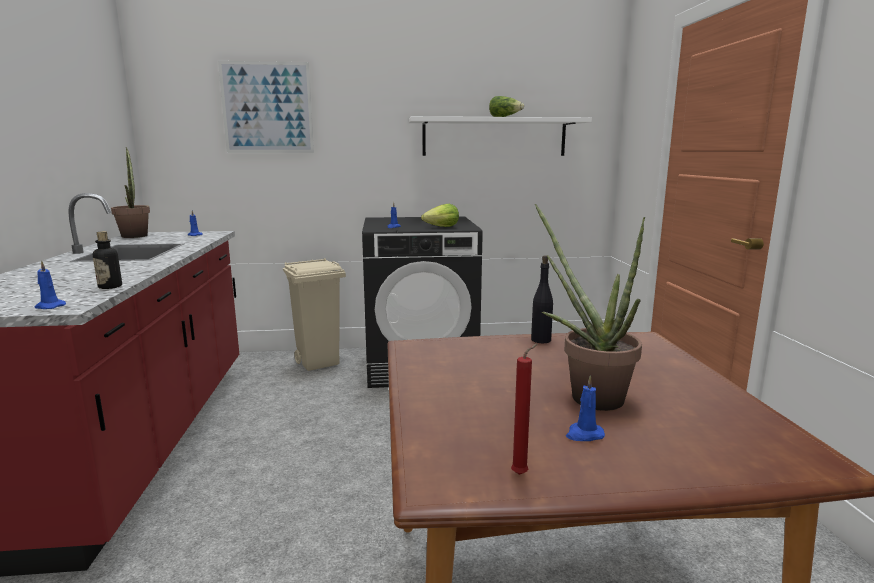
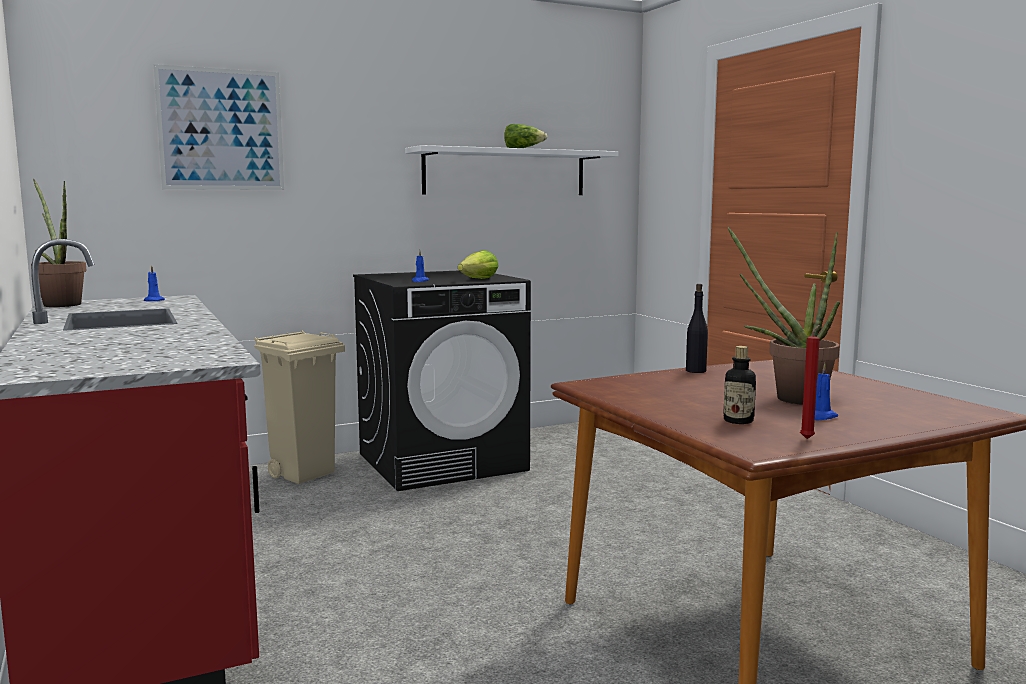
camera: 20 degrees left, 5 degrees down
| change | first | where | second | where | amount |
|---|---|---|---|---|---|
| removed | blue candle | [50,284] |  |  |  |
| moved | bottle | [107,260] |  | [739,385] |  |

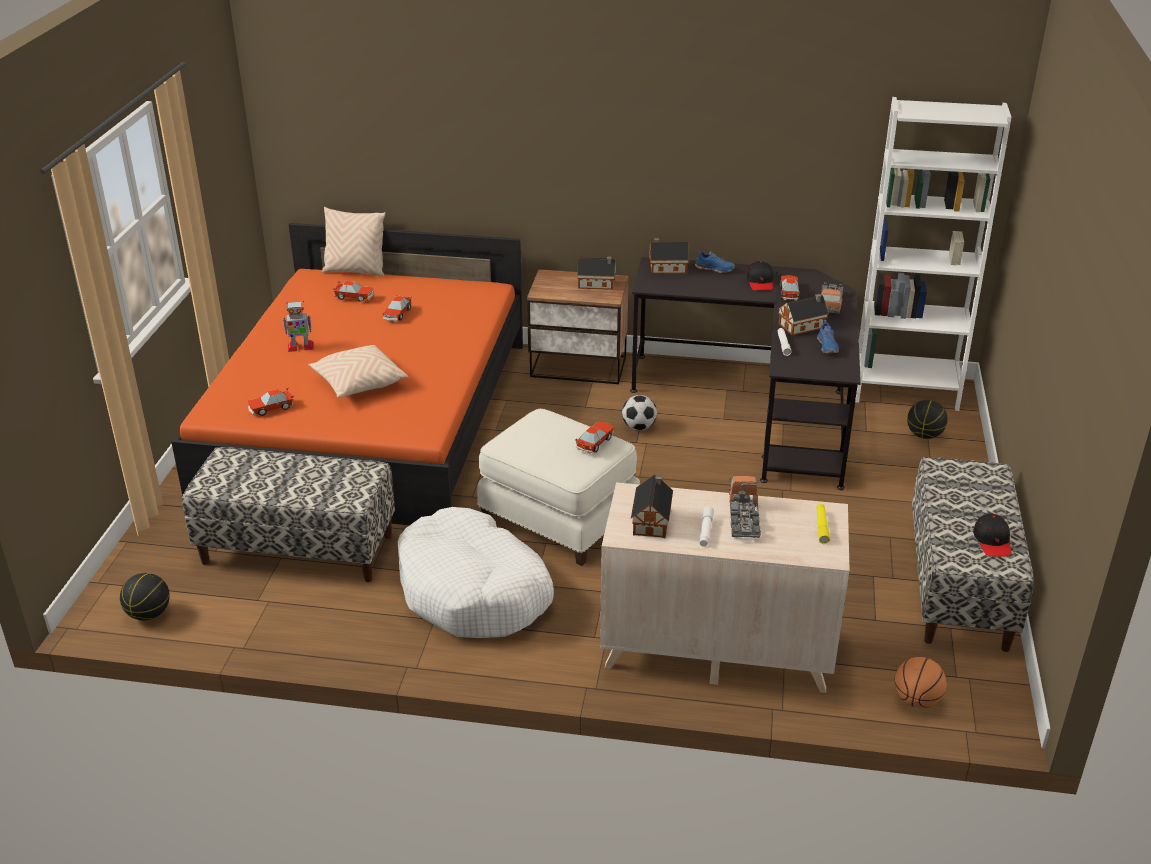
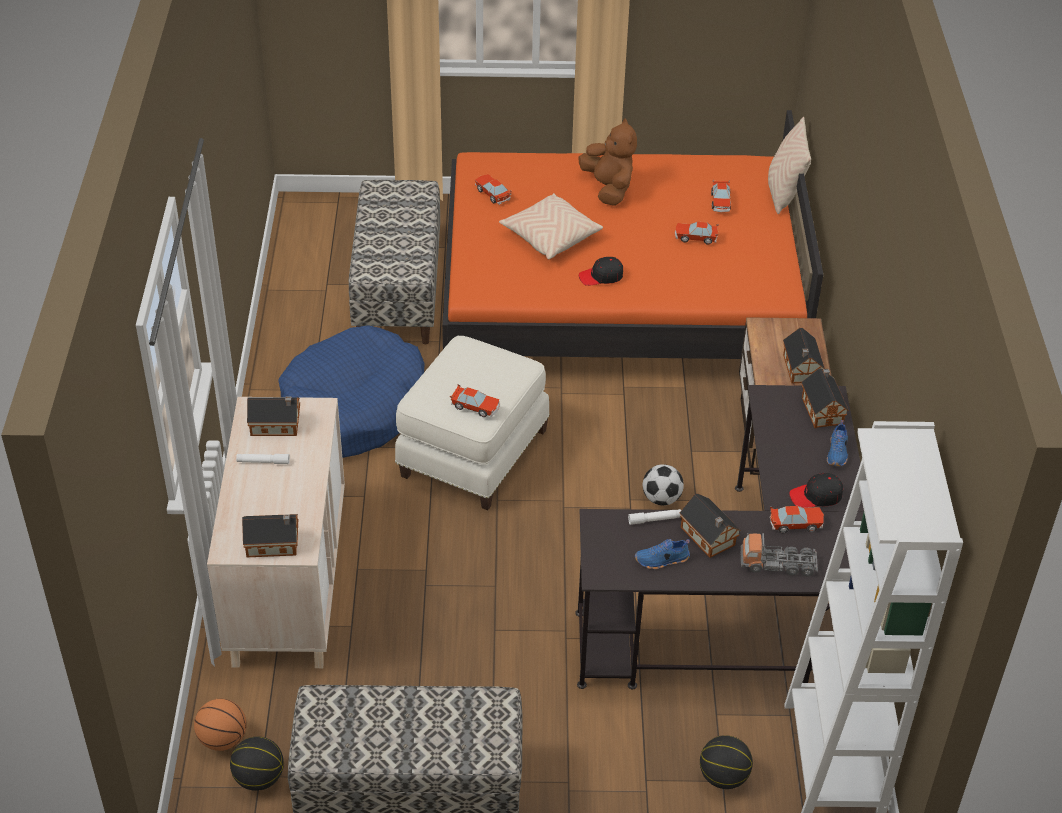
camera: 80 degrees right, 10 degrees up
| change | first | where | second | where | amount |
|---|---|---|---|---|---|
| moved | basketball | [145,597] |  | [257,764] |  |
| replaced | toy robot | [298,326] | brown plush toy | [608,162] |  |
| recoloured | white dog bed | [476,572] | blue dog bed | [351,391] |  |
| removed | toy truck | [745,507] |  |  |  |
| replaced | yellow flashlight | [823,524] | toy house | [270,535] |  |
| moved | black cap | [992,535] |  | [601,271] |  |

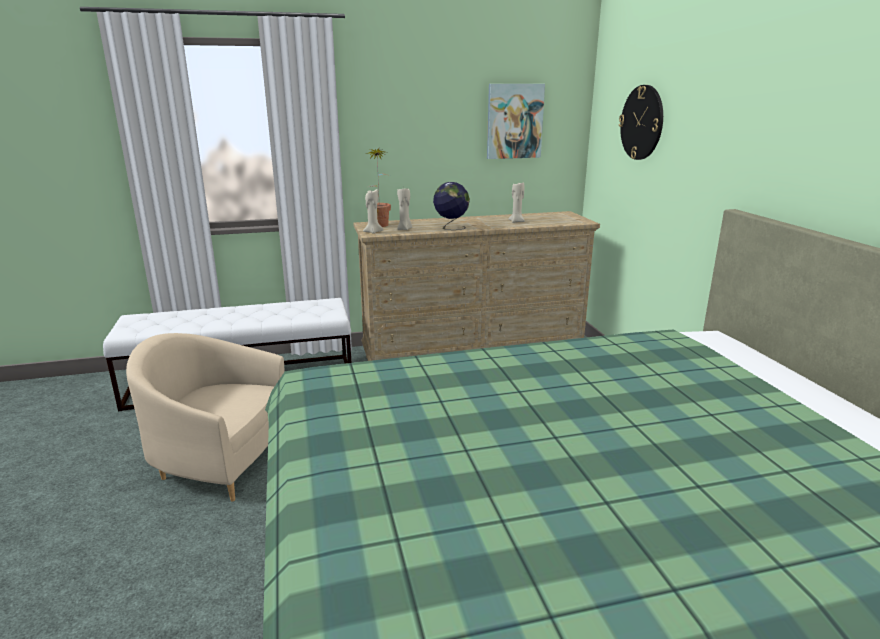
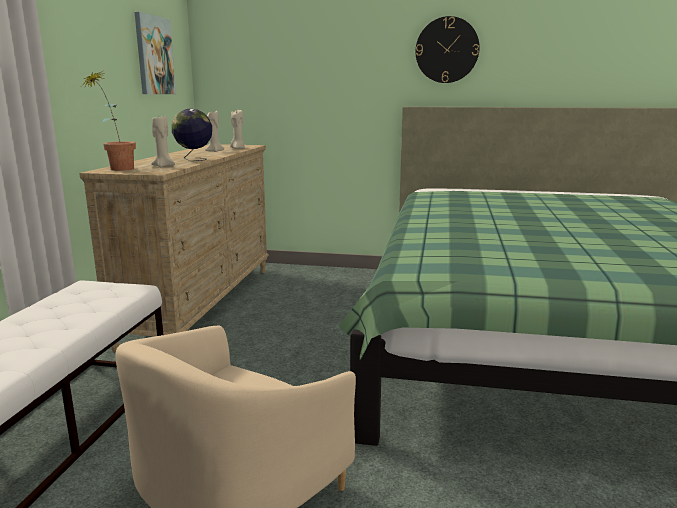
camera: 65 degrees left, 5 degrees down
| change | first | where | second | where | amount |
|---|---|---|---|---|---|
| moved | beige candle | [373,211] |  | [237,129] |  |
| moved | wall clock | [641,122] |  | [447,49] |  |

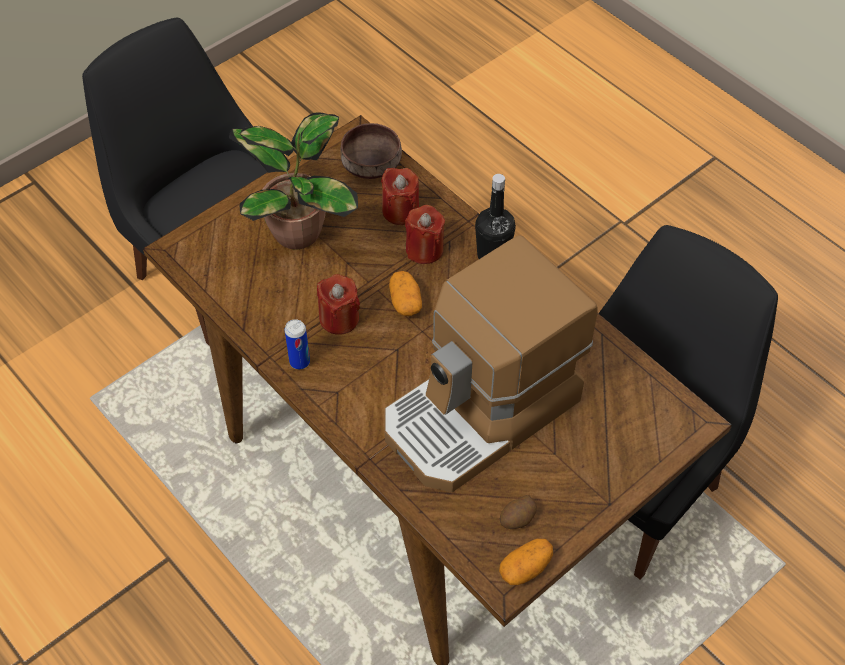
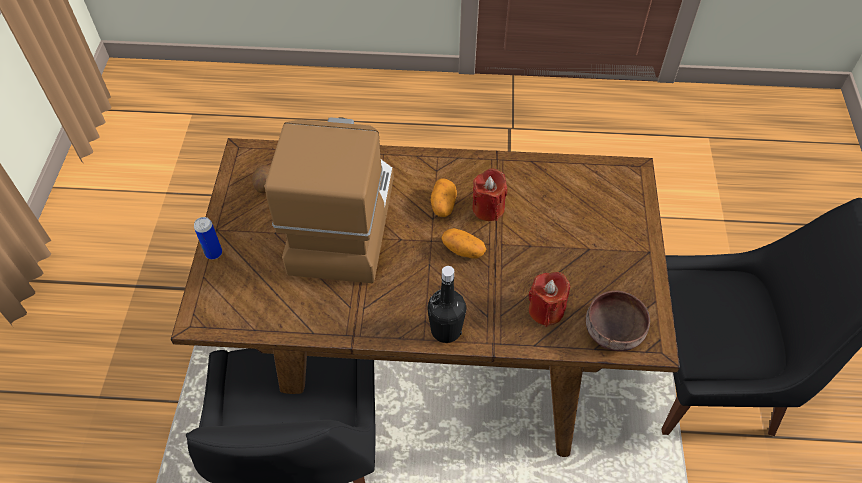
camera: 135 degrees right, 0 degrees up
| change | first | where | second | where | amount |
|---|---|---|---|---|---|
| removed | potted plant | [293,181] |  |  |  |
| moved | can | [297,344] |  | [208,238] |  |
| removed | red candle | [425,234] |  |  |  |
| moved | potato | [526,561] |  | [444,197] |  |

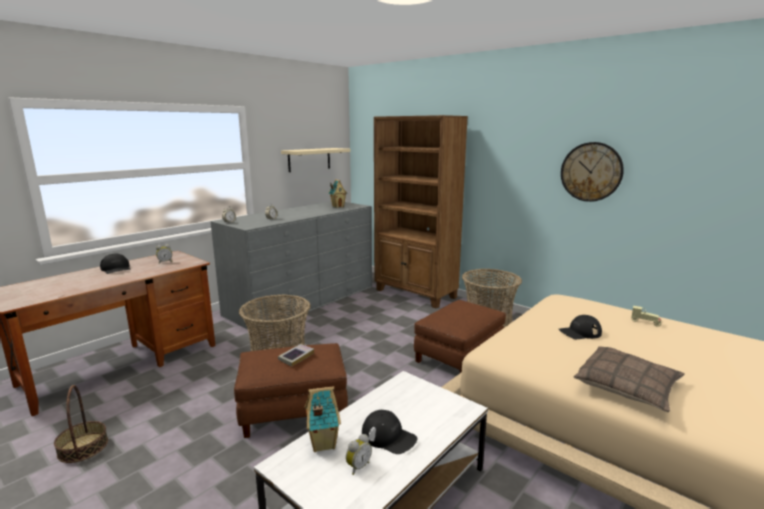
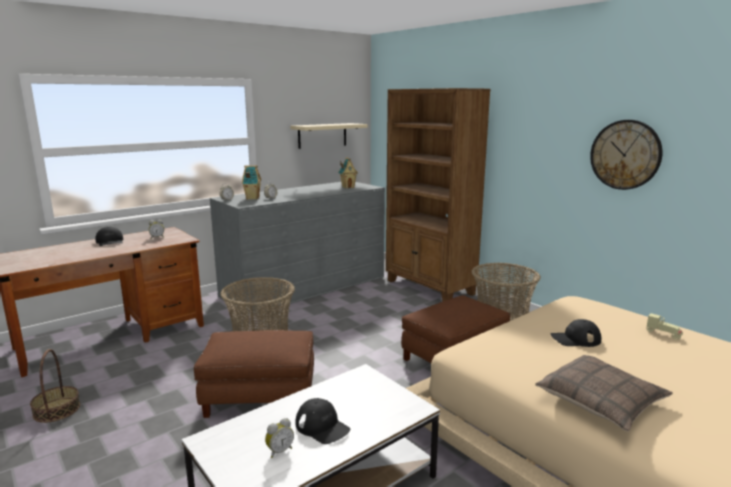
camera: 10 degrees right, 0 degrees up
| change | first | where | second | where | amount |
|---|---|---|---|---|---|
| removed | book | [296,355] |  |  |  |
| moved | toy house | [323,419] |  | [251,182] |  |

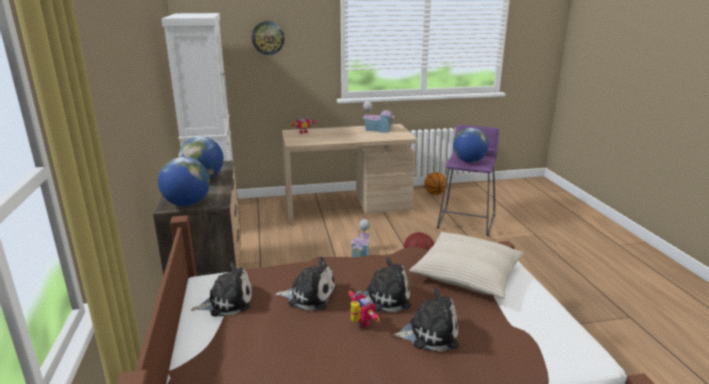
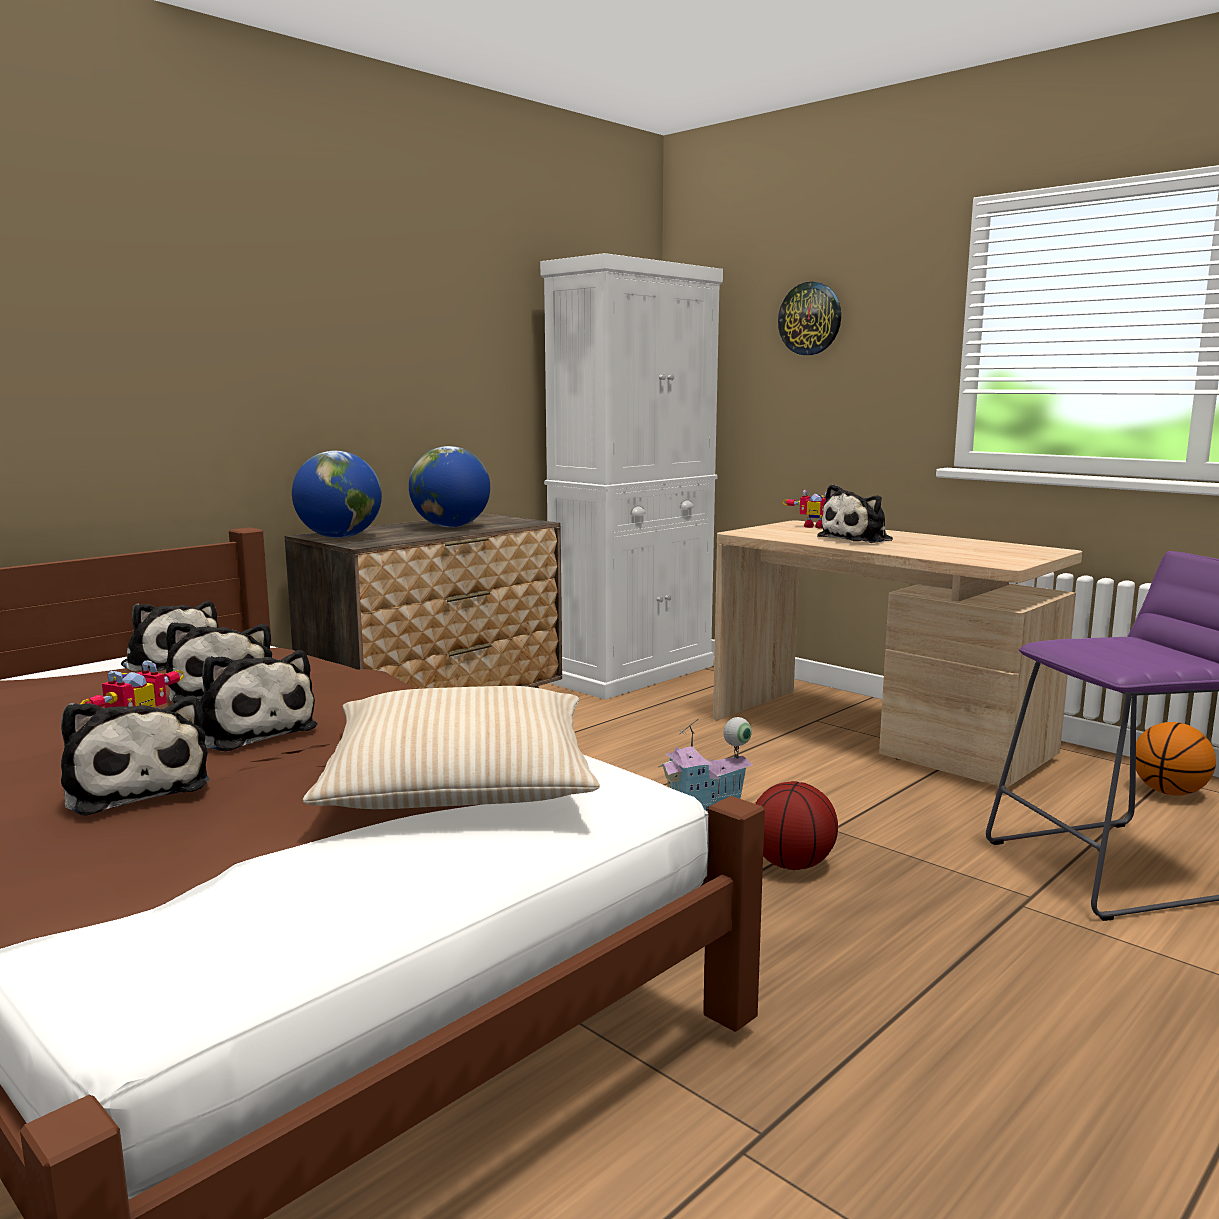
camera: 55 degrees right, 10 degrees down
| change | first | where | second | where | amount |
|---|---|---|---|---|---|
| removed | toy house | [378,116] |  |  |  |
| removed | globe | [471,145] |  |  |  |
| added |  |  | plush toy | [855,513] |  |

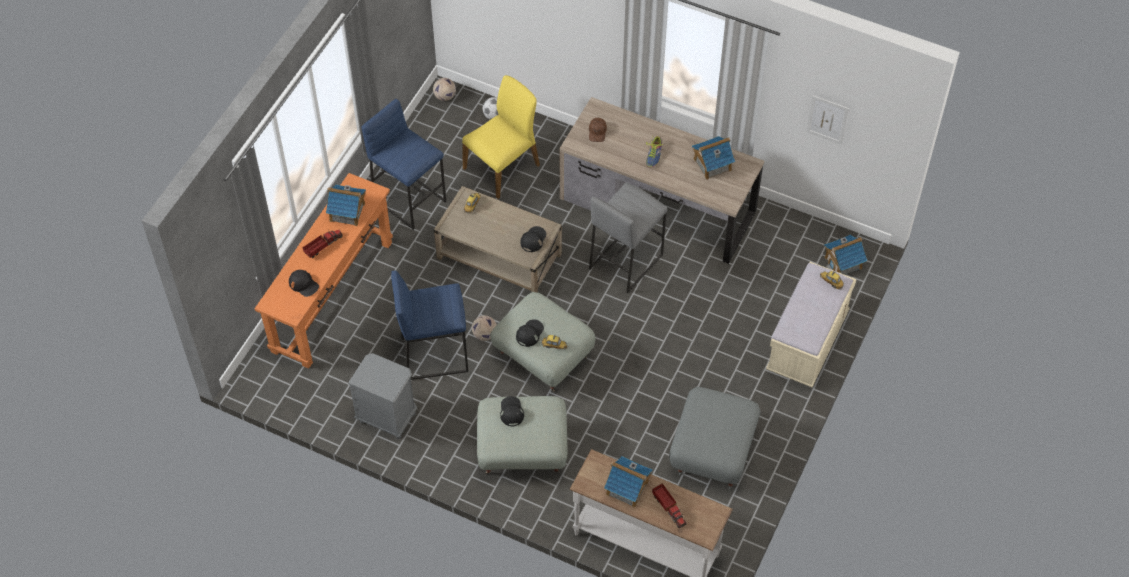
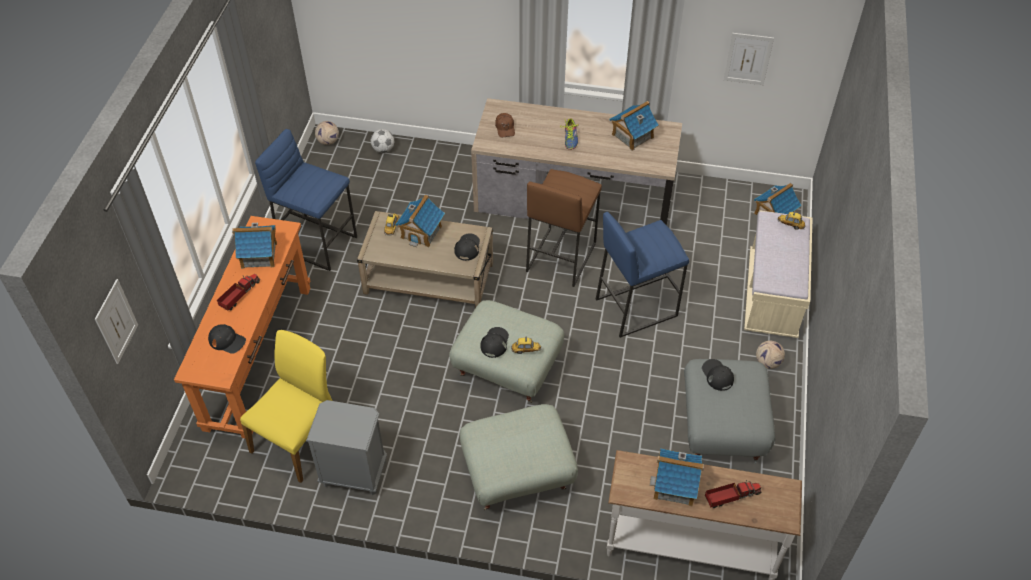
camera: 15 degrees left, 5 degrees down
| change | first | where | second | where | amount |
|---|---|---|---|---|---|
| moved | blue stool | [429,325] |  | [642,275] |  |
| moved | yellow chair | [501,137] |  | [286,406] |  |
| moved | football | [484,328] |  | [770,355] |  |
| moved | black cap | [512,411] |  | [718,375] |  |
| recoloured | grey stool | [628,237] | brown stool | [564,228] |  |
| turned | toy truck | [669,505] |  | [733,494] | 60 degrees counterclockwise |
| added |  |  | picture | [116,321] |  |
| added |  |  | toy house | [420,220] |  |

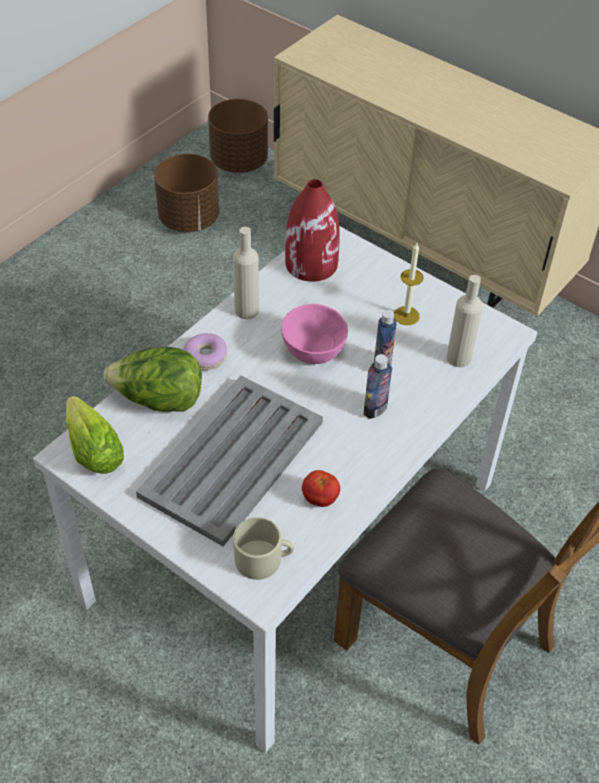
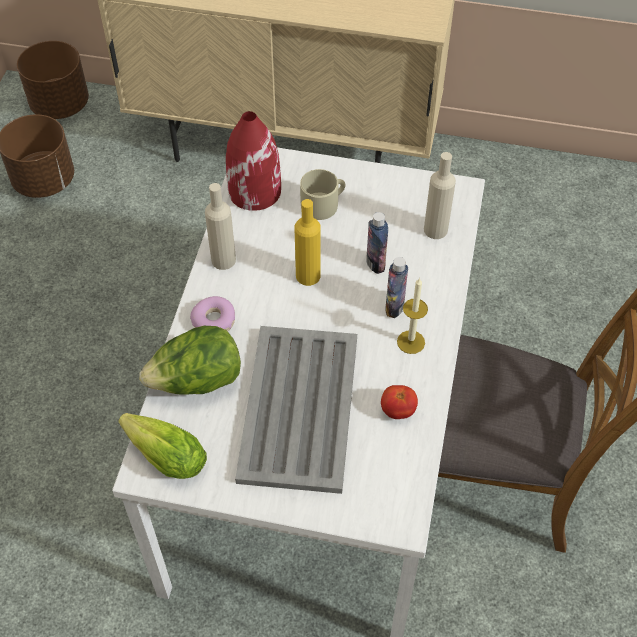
camera: 25 degrees left, 5 degrees up
| change | first | where | second | where | amount |
|---|---|---|---|---|---|
| moved | beige mug | [263,548] |  | [323,194] |  |
| replaced | pink bowl | [314,334] | yellow bottle | [308,242] |  |
| moved | candle | [409,284] |  | [412,316] |  |

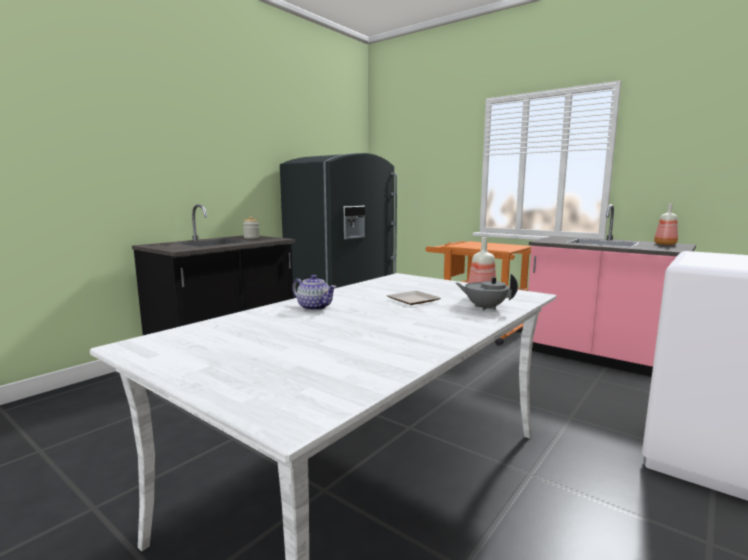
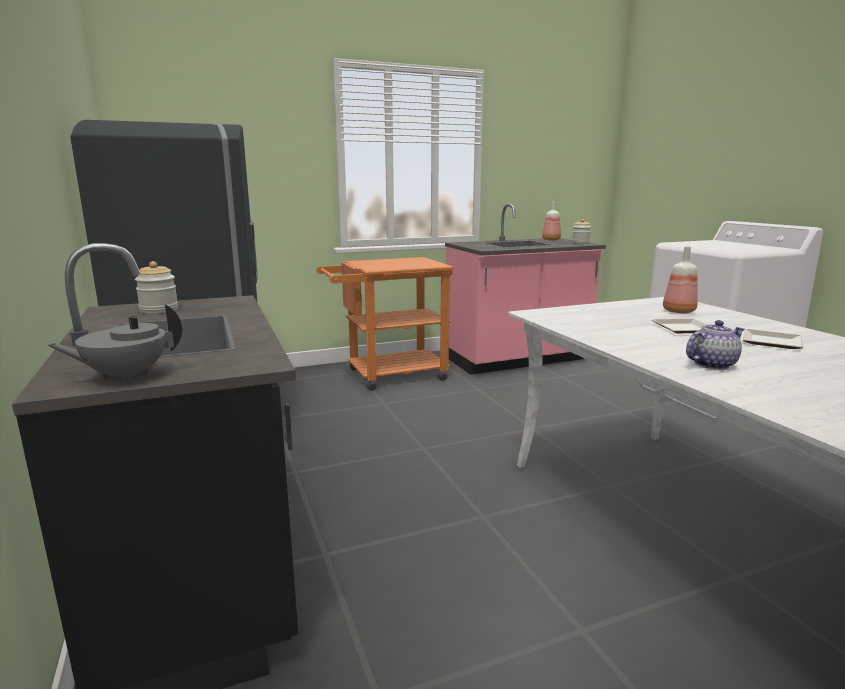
camera: 60 degrees left, 5 degrees up
| change | first | where | second | where | amount |
|---|---|---|---|---|---|
| moved | grey teapot | [487,292] |  | [114,343] |  |
| added |  |  | jar | [581,231] |  |
| added |  |  | plate | [773,339] |  |

